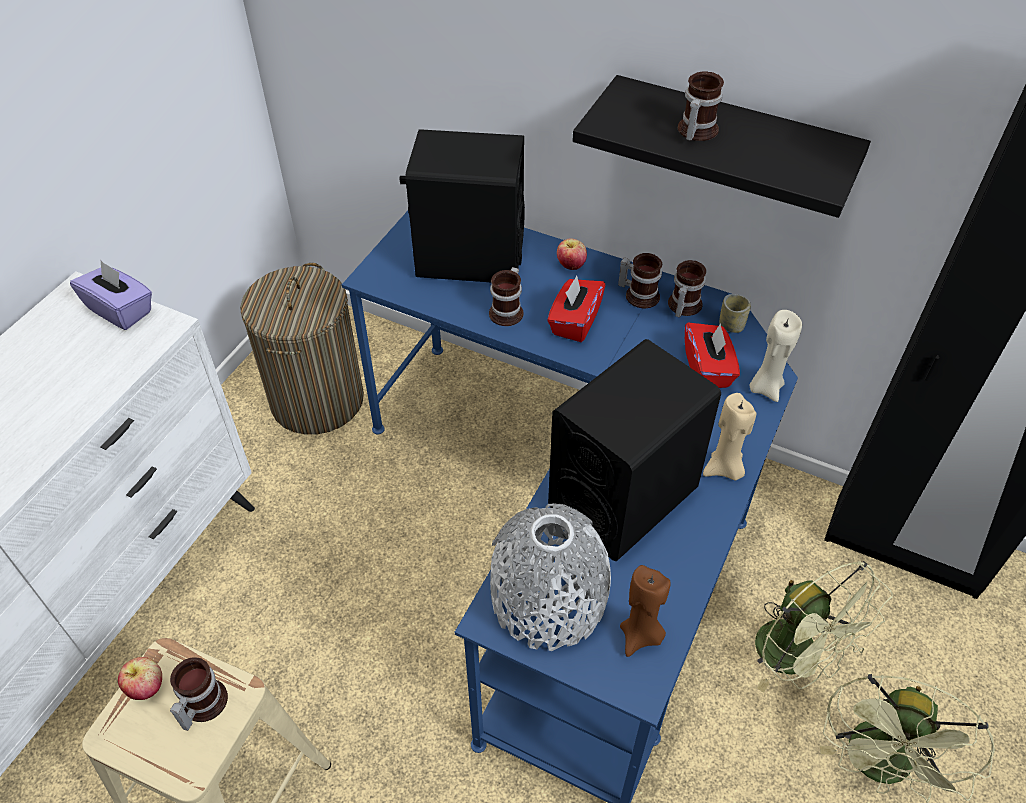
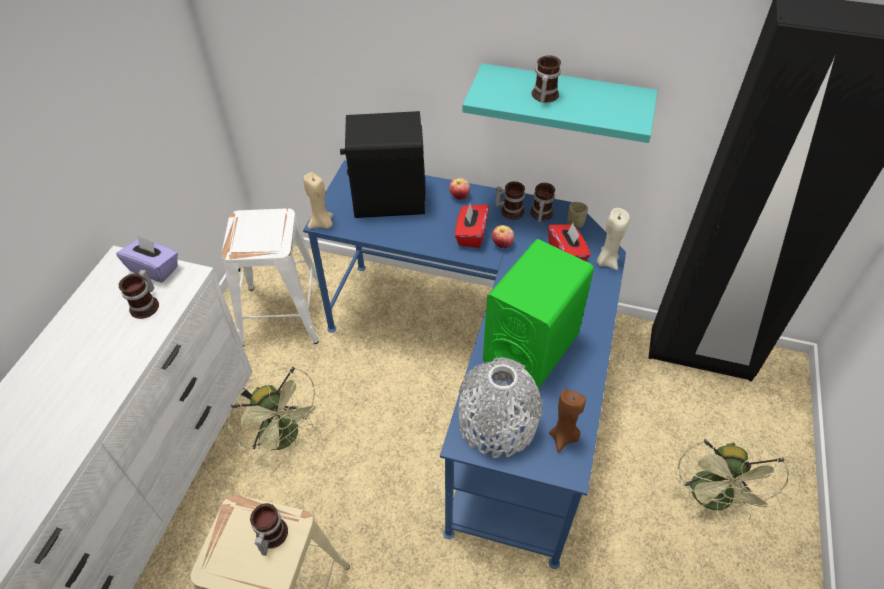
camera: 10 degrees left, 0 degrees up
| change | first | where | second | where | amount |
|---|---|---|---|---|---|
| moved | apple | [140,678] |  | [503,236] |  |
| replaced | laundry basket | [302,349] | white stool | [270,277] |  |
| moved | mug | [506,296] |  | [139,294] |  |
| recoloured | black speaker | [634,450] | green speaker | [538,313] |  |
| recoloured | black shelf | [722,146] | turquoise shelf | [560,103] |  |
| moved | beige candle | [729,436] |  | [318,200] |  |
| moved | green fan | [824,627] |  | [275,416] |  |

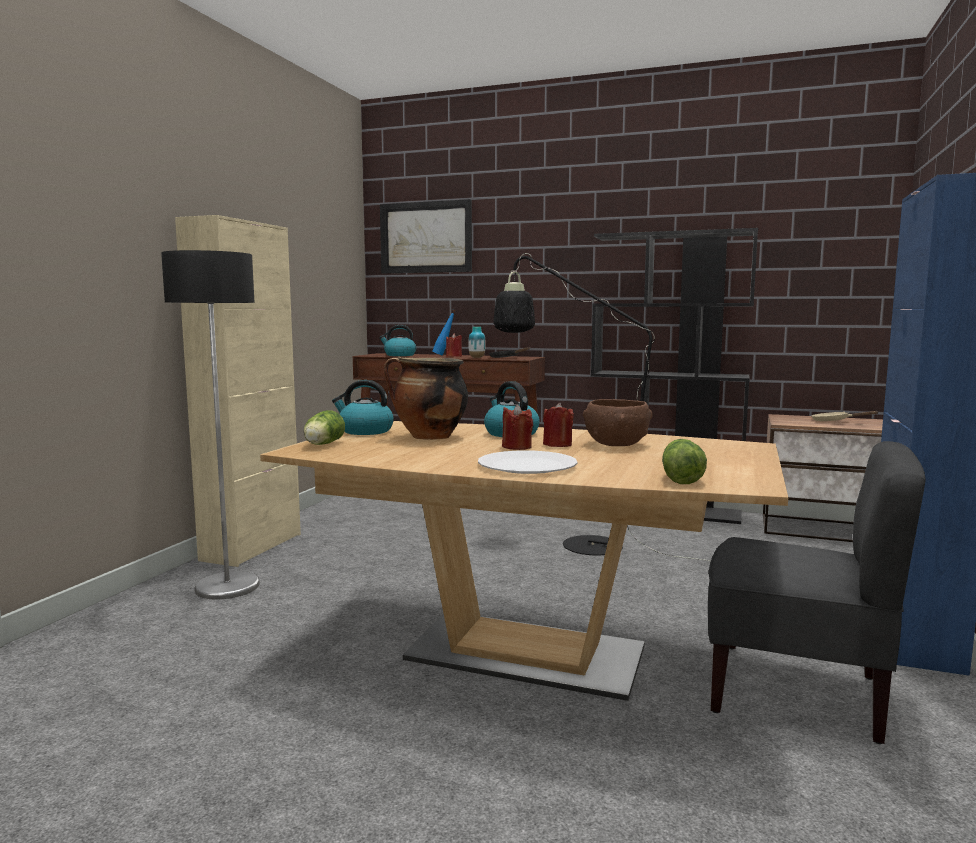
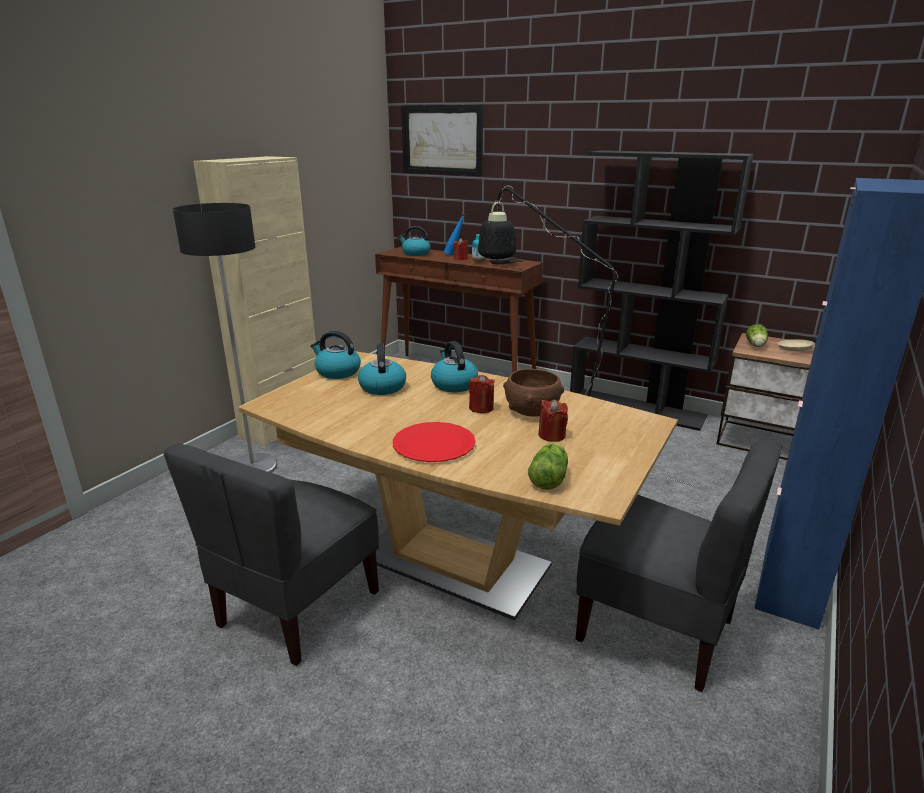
camera: 10 degrees right, 15 degrees up
| change | first | where | second | where | amount |
|---|---|---|---|---|---|
| moved | lettuce | [324,427] |  | [757,335] |  |
| replaced | cooking pot | [426,398] | kettle | [382,369] |  |
| recoloured | white plate | [527,462] | red plate | [434,442] |  |
| moved | red candle | [517,427] |  | [553,421] |  |
| added |  |  | grey chair | [271,554] |  |

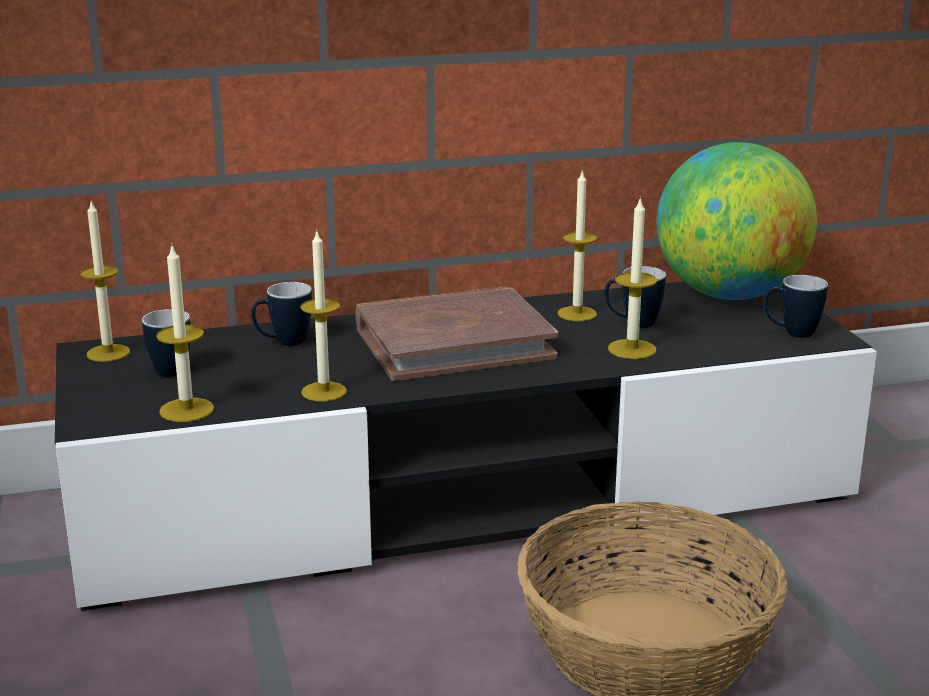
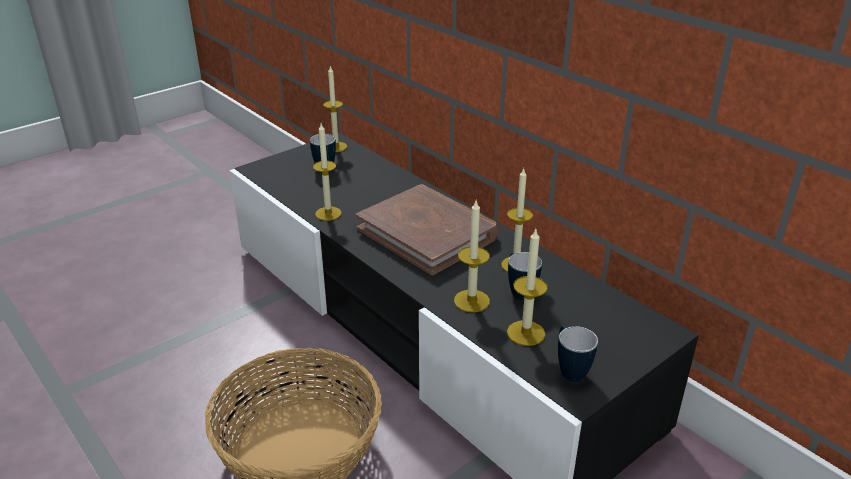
camera: 65 degrees right, 10 degrees up
| change | first | where | second | where | amount |
|---|---|---|---|---|---|
| moved | candle | [185,334] |  | [527,287] |  |
| removed | mug | [281,314] |  |  |  |
| removed | globe | [736,221] |  |  |  |

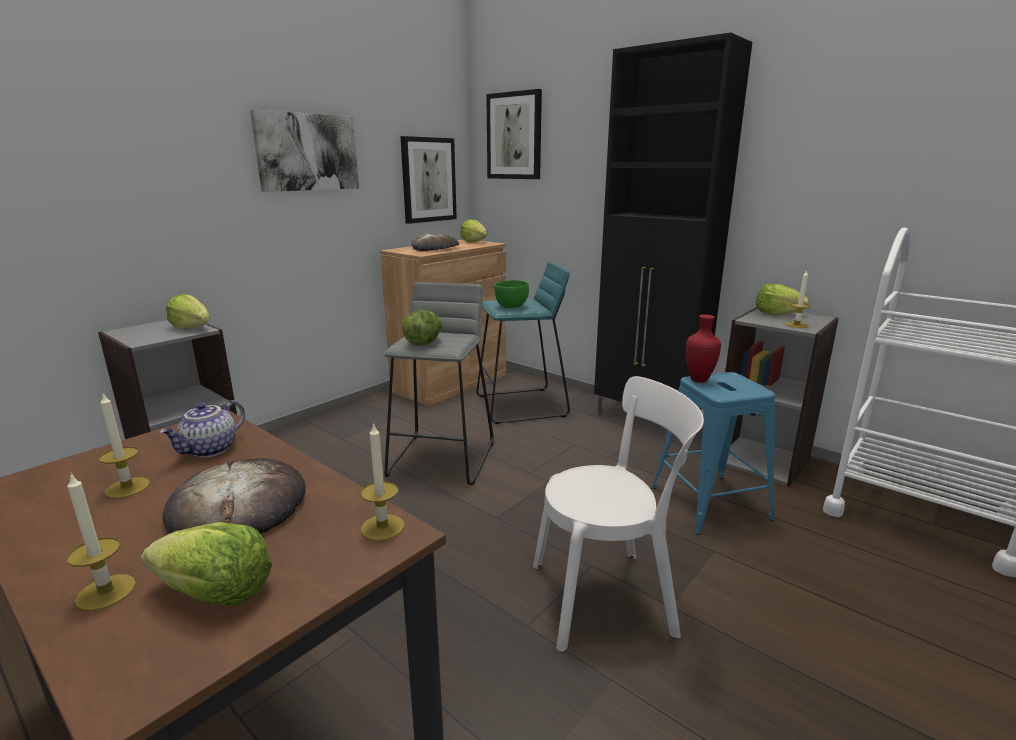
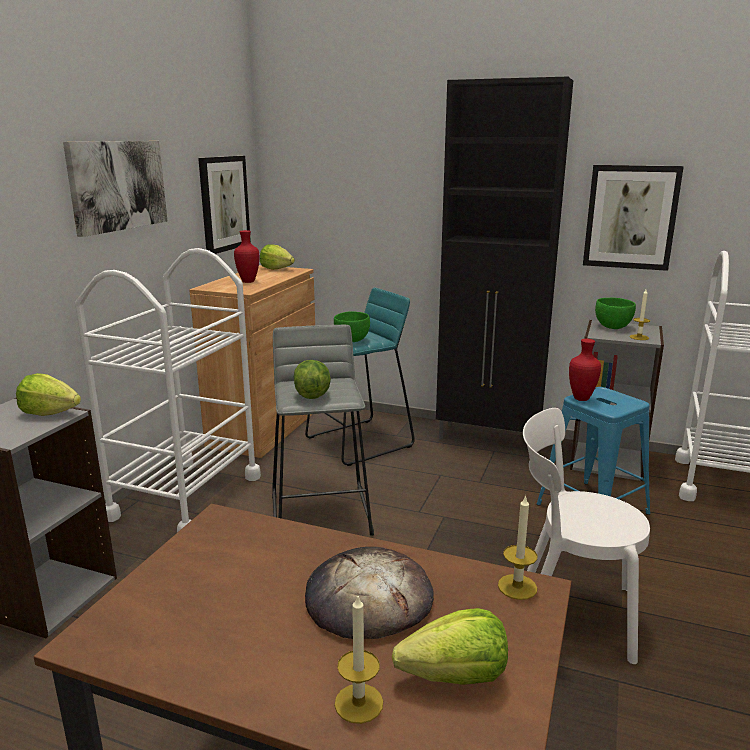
camera: 20 degrees left, 0 degrees up
| change | first | where | second | where | amount |
|---|---|---|---|---|---|
| removed | candle | [124,446] |  |  |  |
| removed | teapot | [202,429] |  |  |  |
| replaced | bread | [436,242] | red vase | [246,256] |  |
| moved | picture | [514,134] |  | [633,218] |  |
| turned | white chair | [618,513] |  | [586,536] | 135 degrees counterclockwise |
| replaced | lettuce | [782,299] | green bowl | [615,313] |  |
| added |  |  | white cart | [168,390] |  |

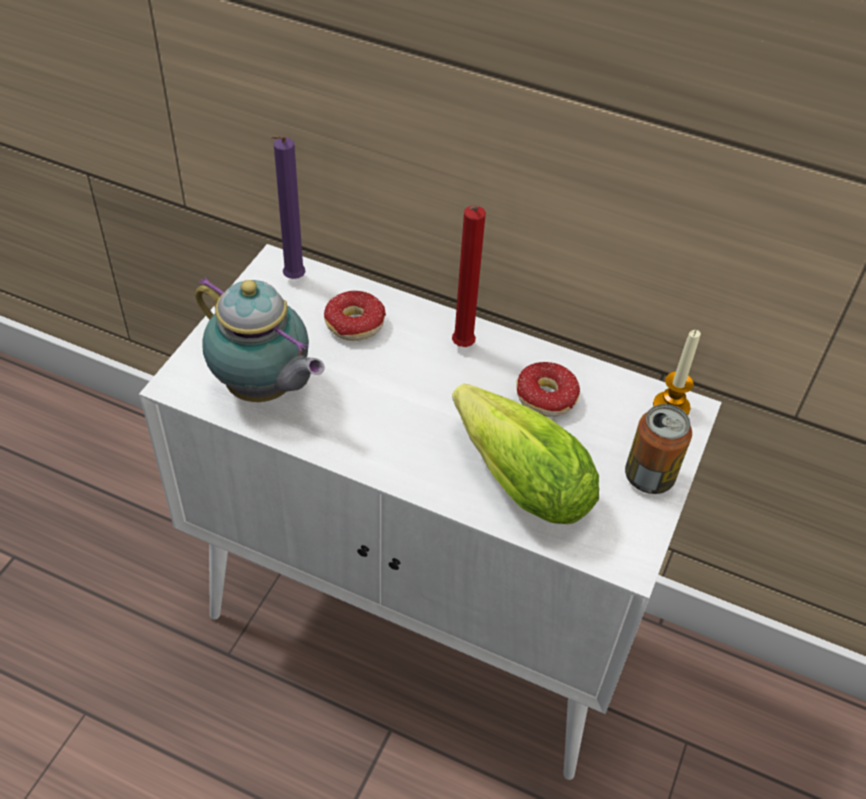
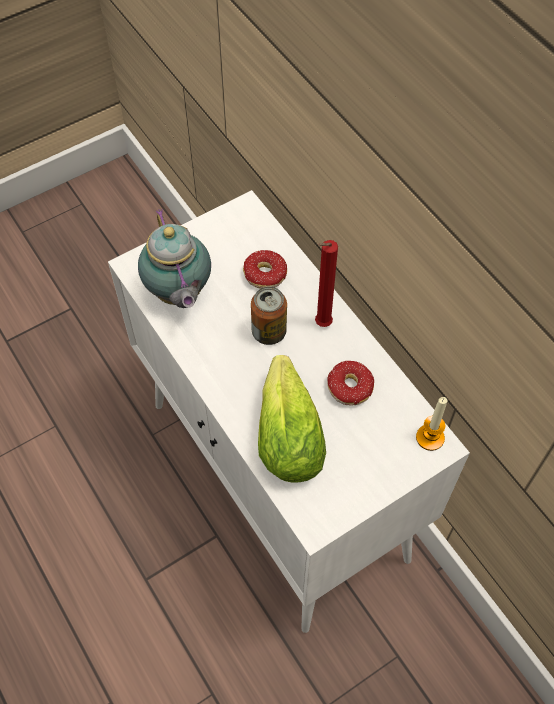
camera: 35 degrees right, 10 degrees up
| change | first | where | second | where | amount |
|---|---|---|---|---|---|
| removed | purple candle | [288,207] |  |  |  |
| moved | can | [658,449] |  | [269,315] |  |

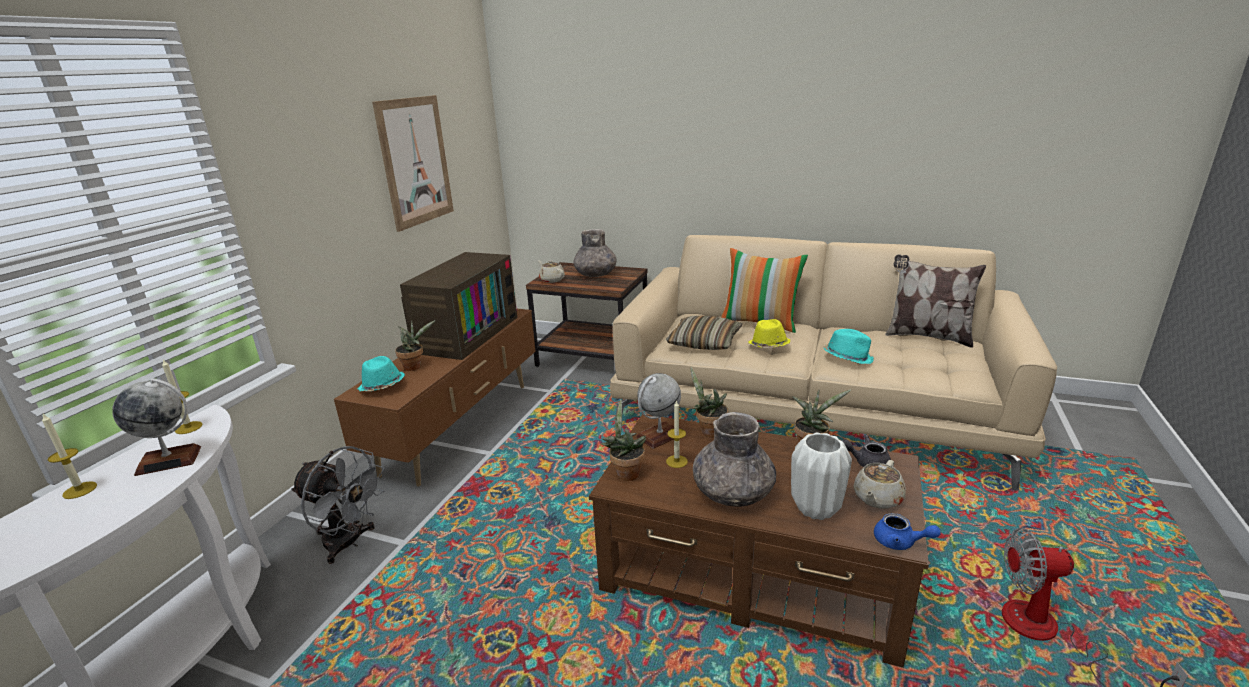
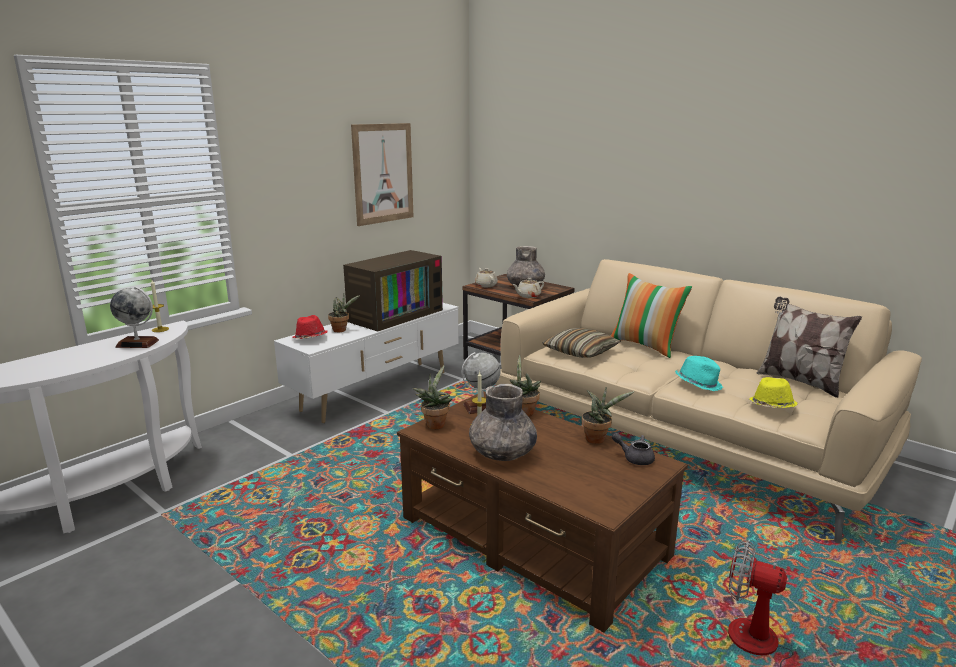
camera: 20 degrees right, 5 degrees down
| change | first | where | second | where | amount |
|---|---|---|---|---|---|
| removed | candle | [69,456] |  |  |  |
| removed | grey fan | [338,505] |  |  |  |
| recoloured | brown tv stand | [435,397] | white tv stand | [366,363] |  |
| recoloured | turquoise hat | [381,373] | red hat | [310,327] |  |
| moved | yellow hat | [769,333] |  | [773,392] |  |
| removed | white vase | [821,476] |  |  |  |
| moved | beige teapot | [879,484] |  | [528,288] |  |
| removed | blue teapot | [907,531] |  |  |  |

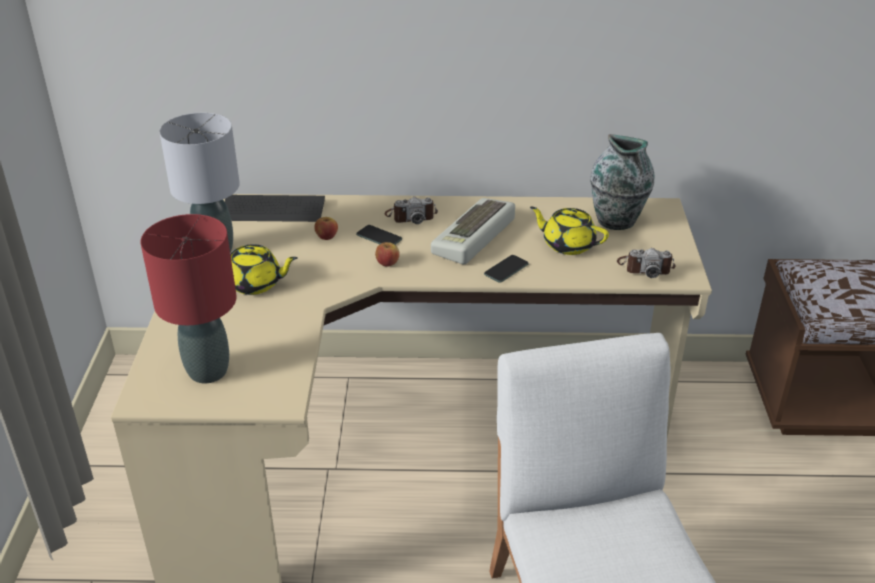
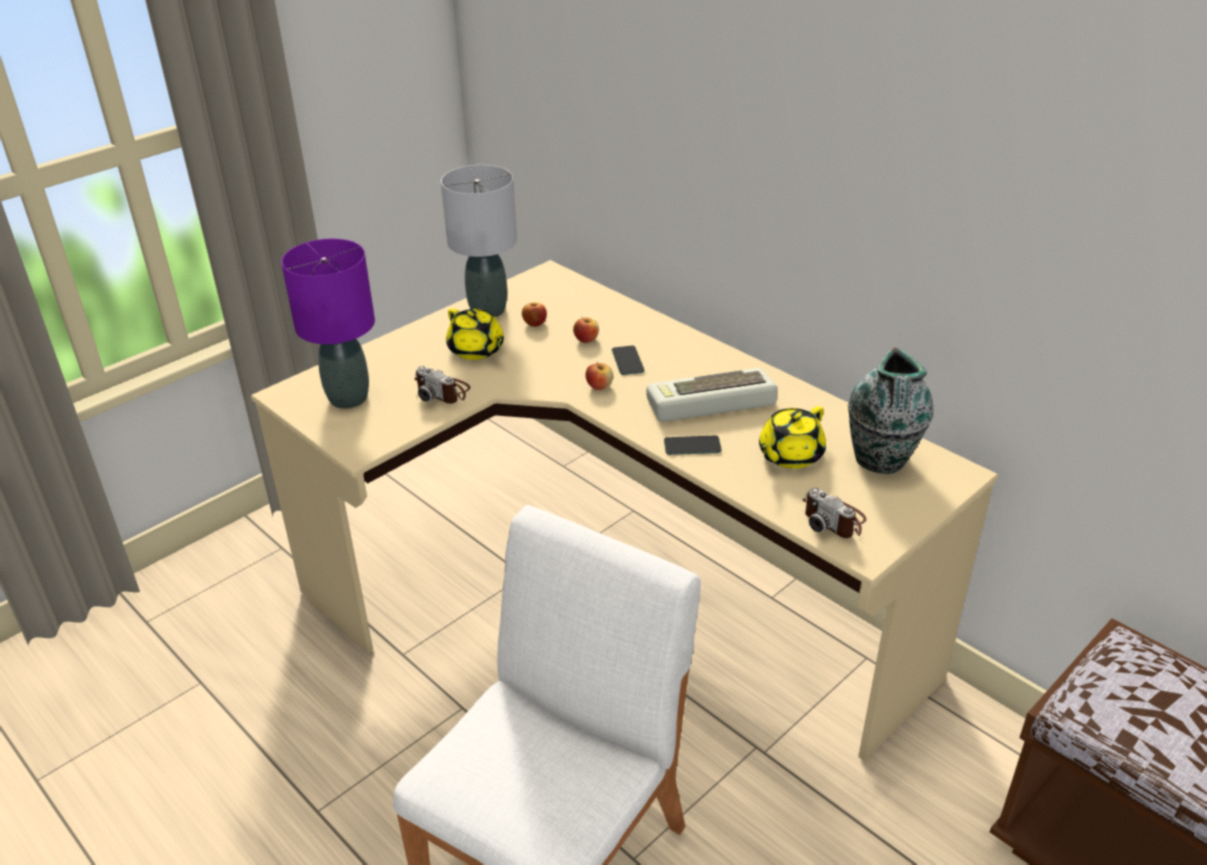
camera: 45 degrees right, 0 degrees up
| change | first | where | second | where | amount |
|---|---|---|---|---|---|
| recoloured | red table lamp | [189,298] | purple table lamp | [328,324] |  |
| removed | keyboard | [275,208] |  |  |  |
| moved | photo camera | [411,210] |  | [442,385] |  |
| turned | yellow teapot | [569,230] |  | [792,437] | 120 degrees counterclockwise |
| added |  |  | apple | [534,314] |  |

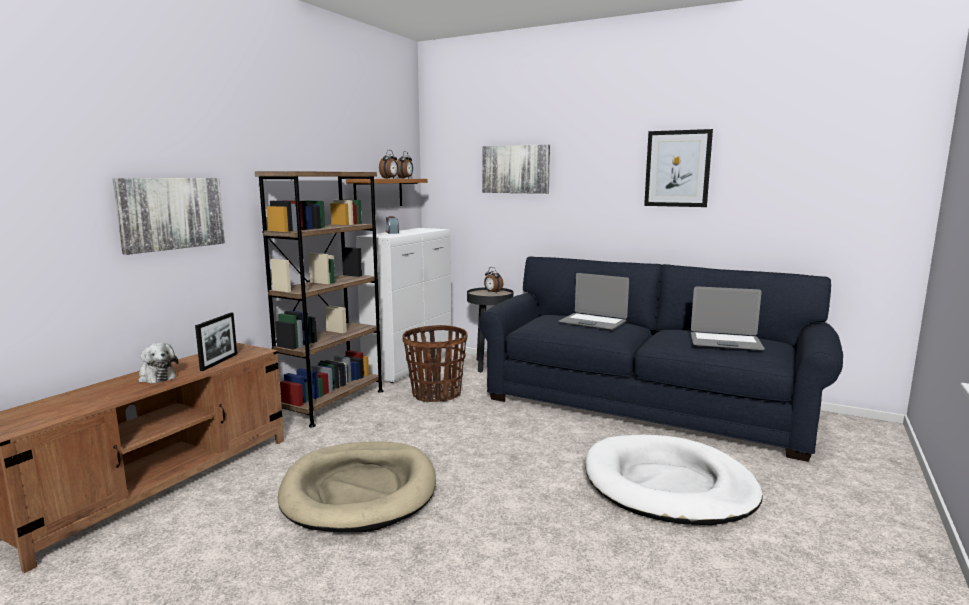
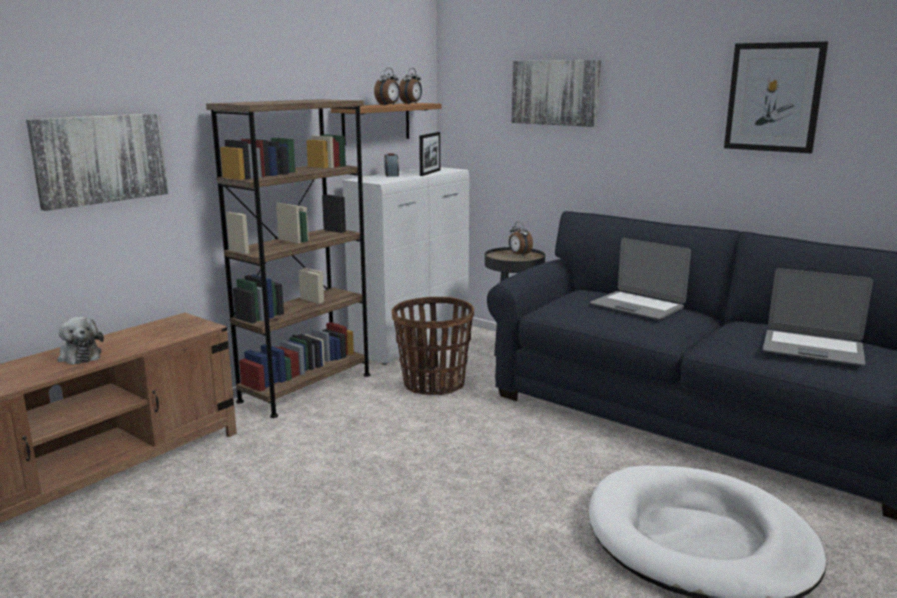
camera: 10 degrees right, 5 degrees up
| change | first | where | second | where | amount |
|---|---|---|---|---|---|
| moved | picture frame | [216,342] |  | [429,154] |  |
| removed | beige dog bed | [357,486] |  |  |  |

